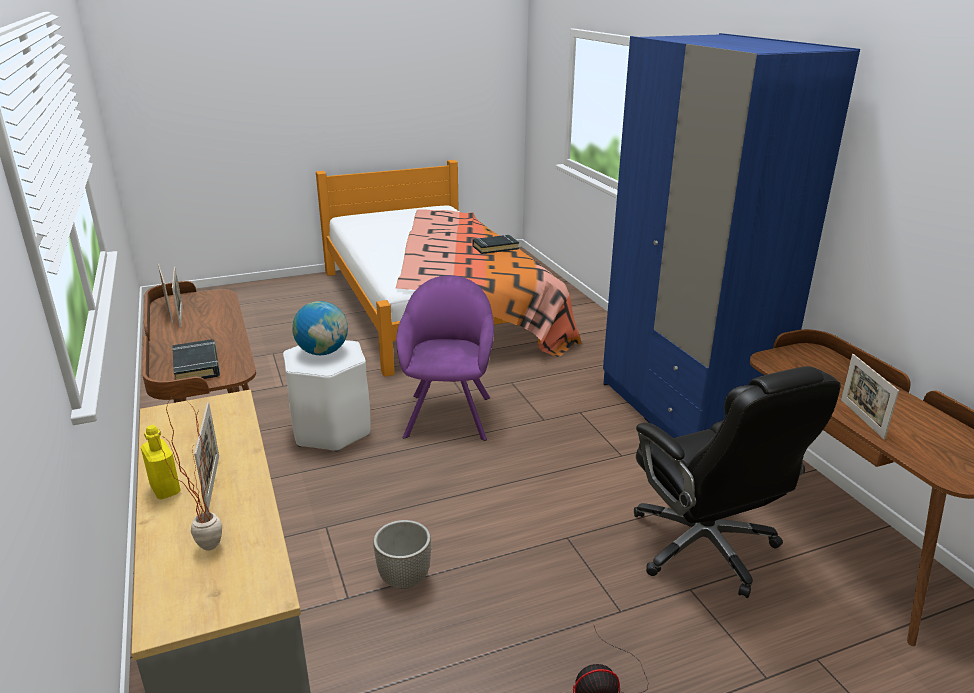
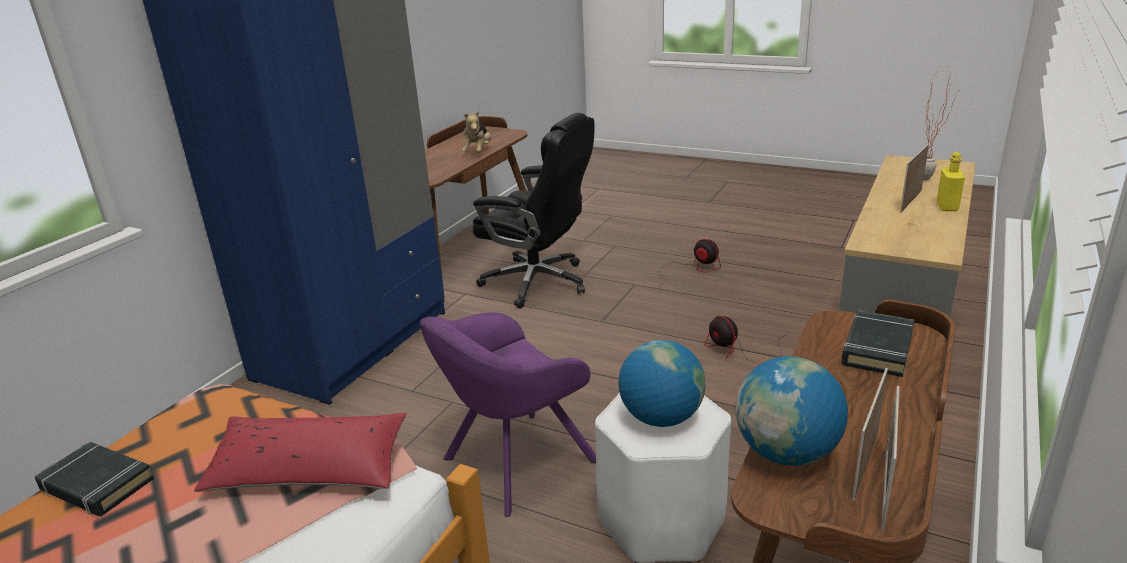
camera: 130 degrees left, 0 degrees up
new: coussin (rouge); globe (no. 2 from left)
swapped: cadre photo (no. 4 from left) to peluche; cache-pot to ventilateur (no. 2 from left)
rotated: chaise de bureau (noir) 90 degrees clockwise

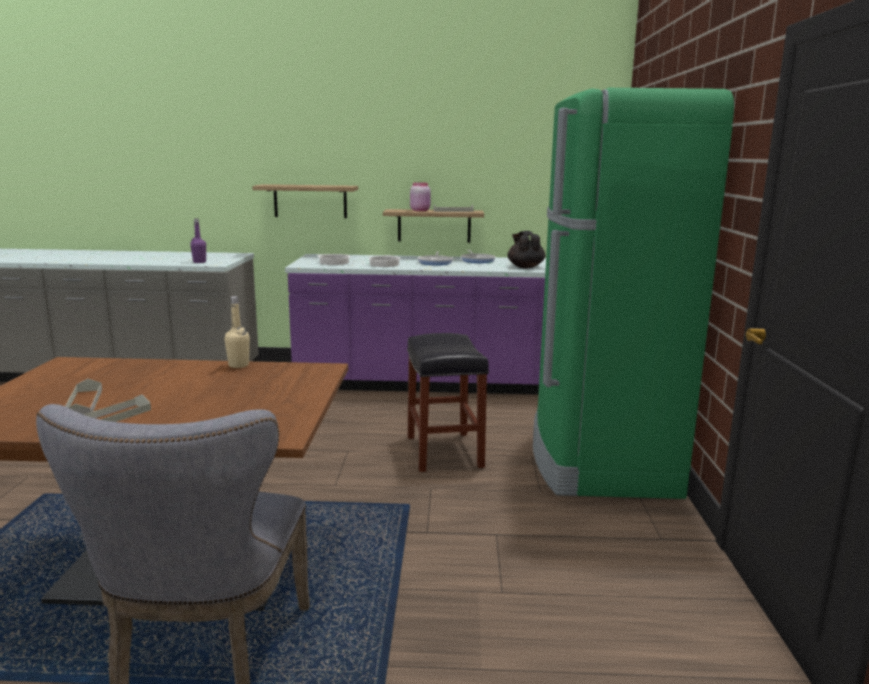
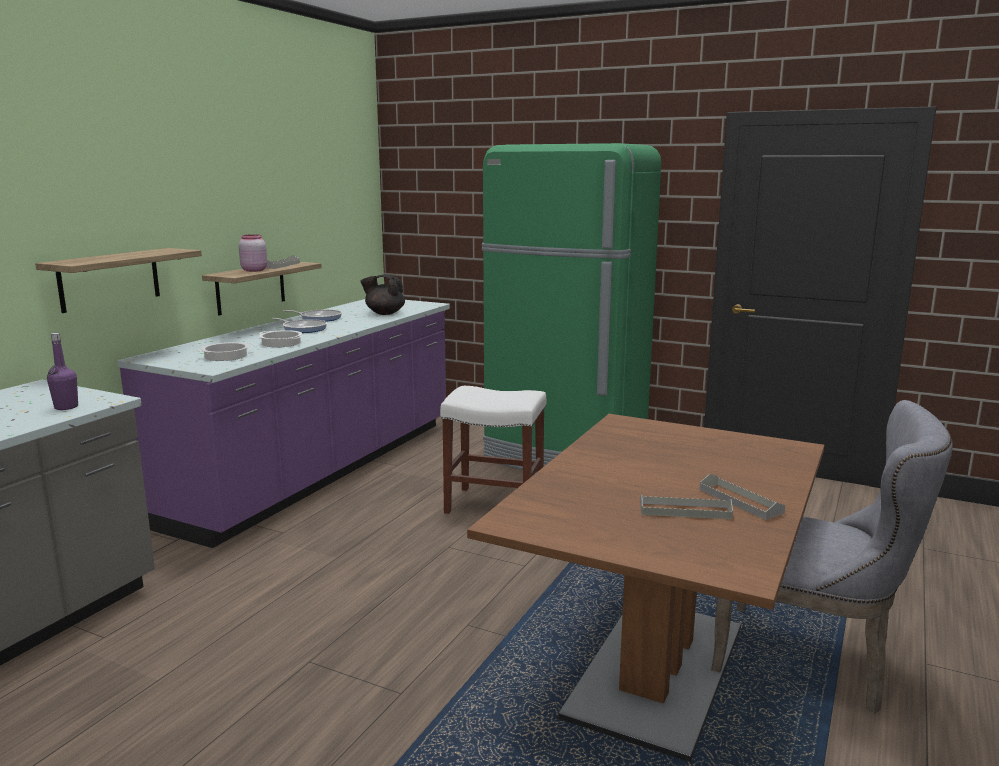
camera: 65 degrees left, 0 degrees up
gone: bouteille (beige)
repainted: tabouret (noir) to tabouret (blanc)

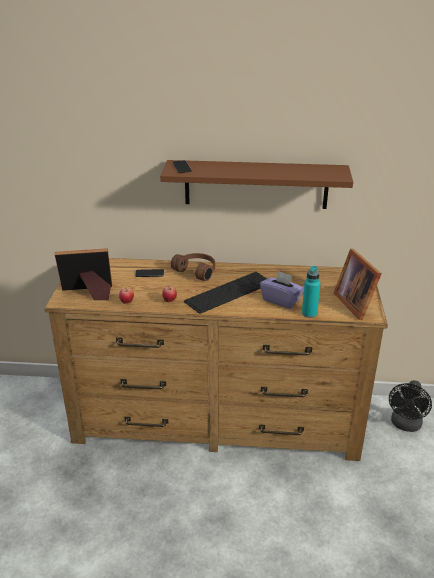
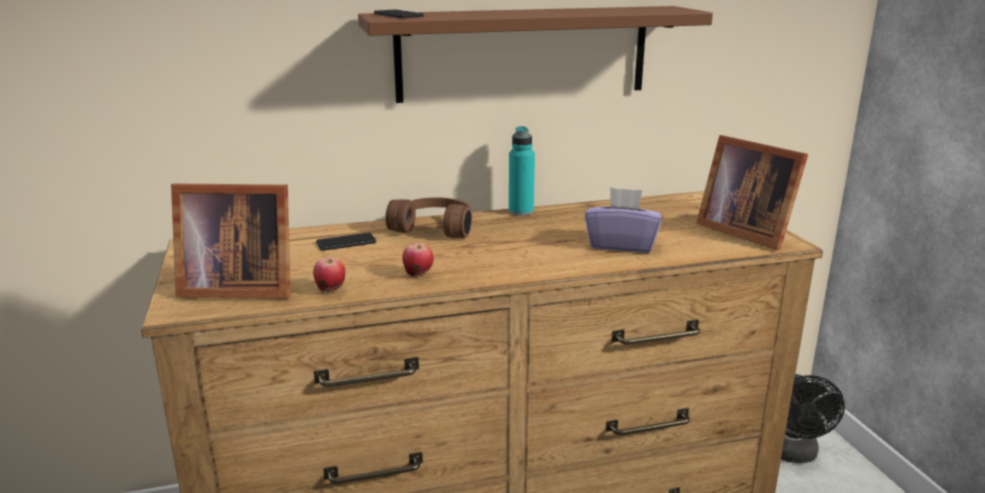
camera: 20 degrees left, 10 degrees down
gone: clavier
shifted: bouteille (turquoise)
rotated: cadre photo (no. 1 from left) 150 degrees counterclockwise

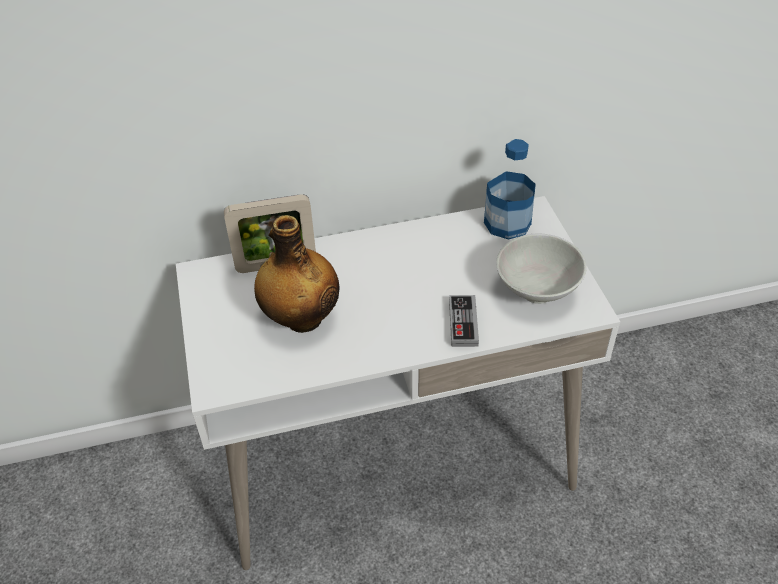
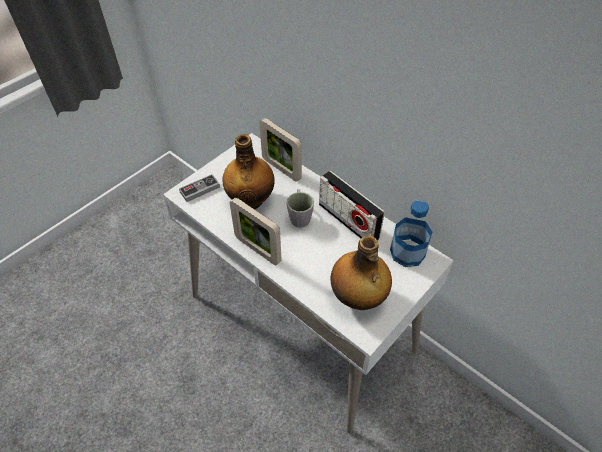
camera: 55 degrees right, 5 degrees up
new: cadre photo (no. 1 from left); mug (gris); radio
shifted: manette
swapped: bol (blanc) to bouteille (no. 2 from left)

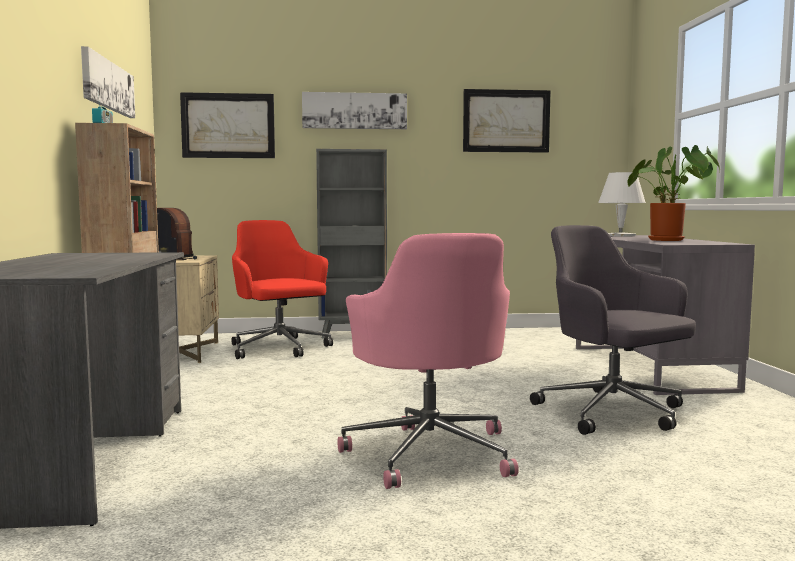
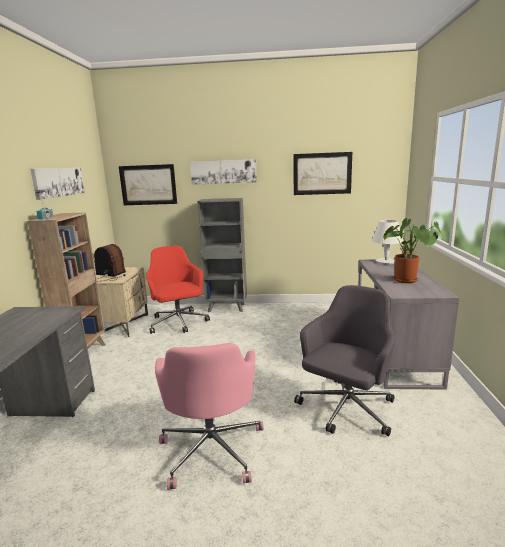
camera: 10 degrees right, 10 degrees up
rotated: chaise de bureau (gris) 60 degrees clockwise

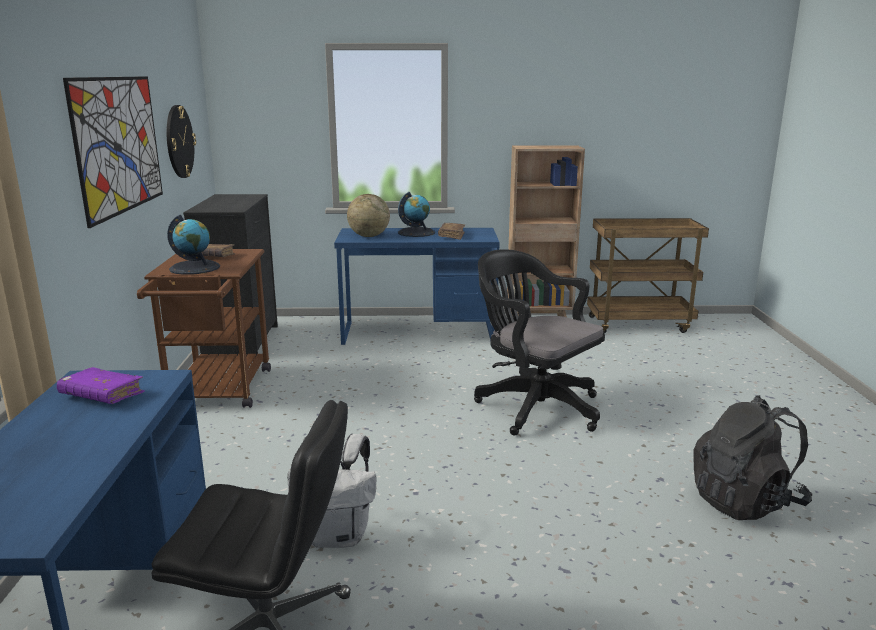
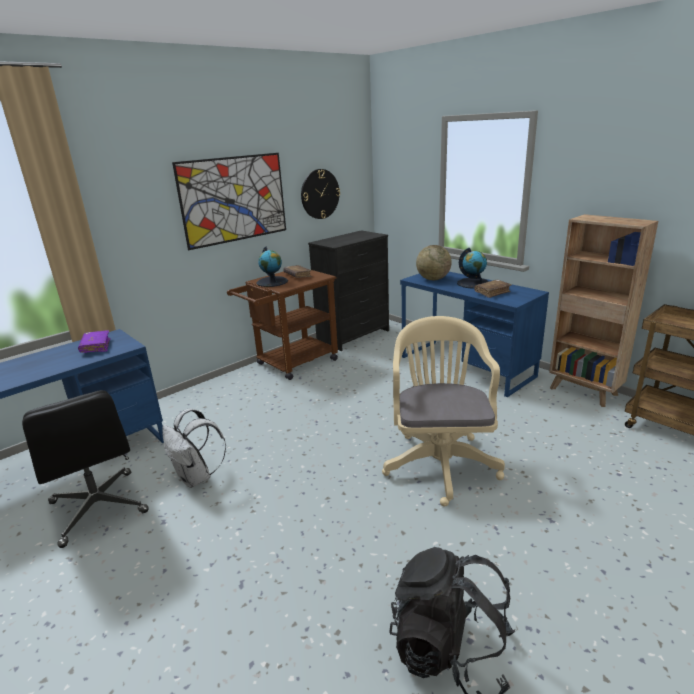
camera: 50 degrees right, 5 degrees up
repainted: chaise de bureau (noir) (no. 2 from left) to chaise de bureau (beige)

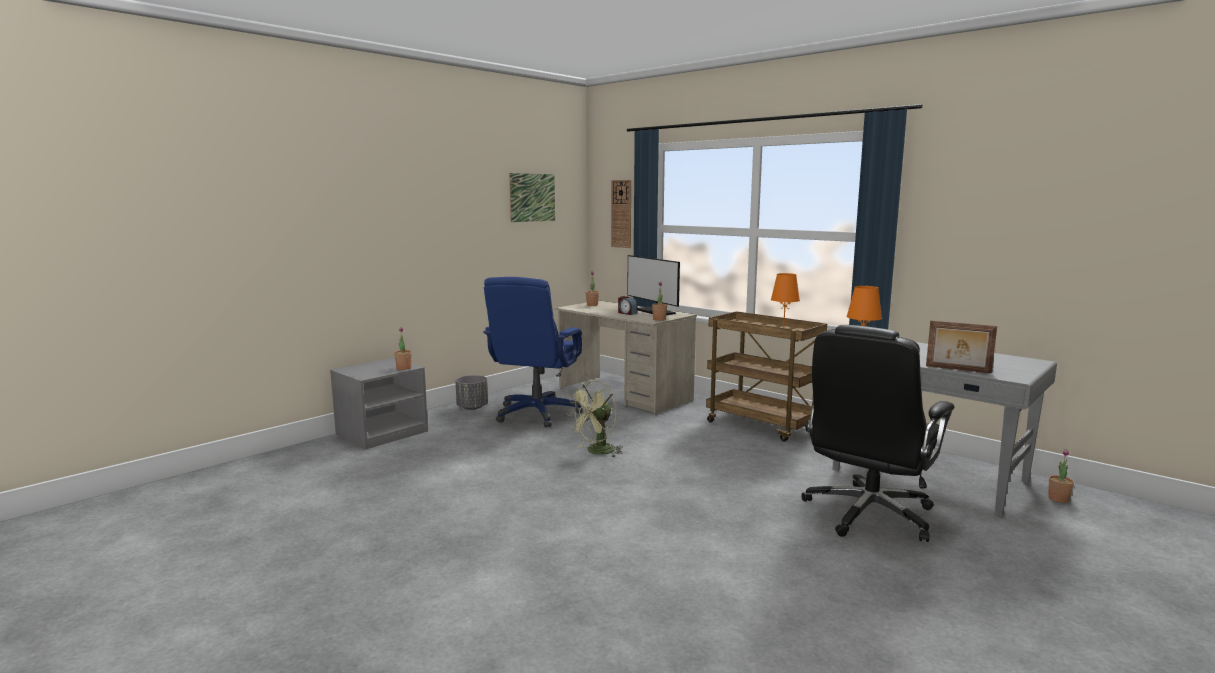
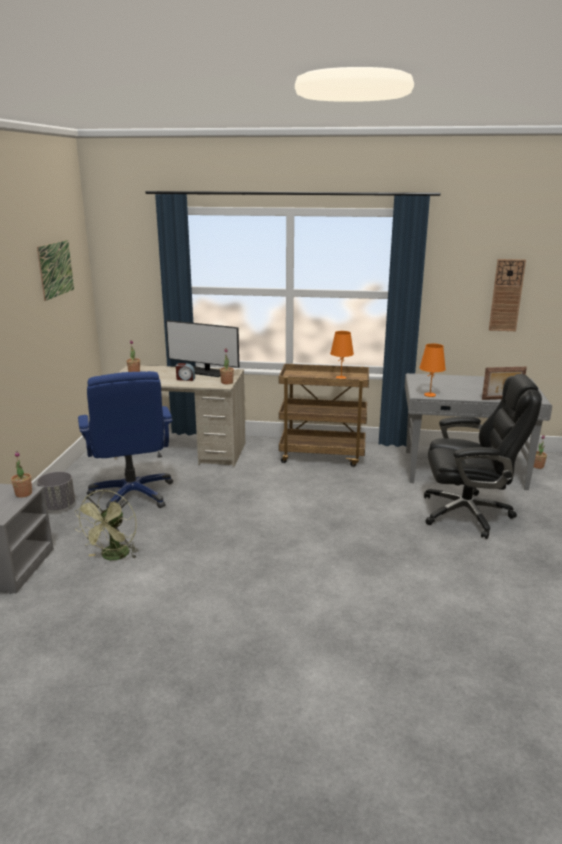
camera: 35 degrees left, 10 degrees up
shifted: ventilateur (vert); horloge murale
rotated: chaise de bureau (noir) 90 degrees counterclockwise

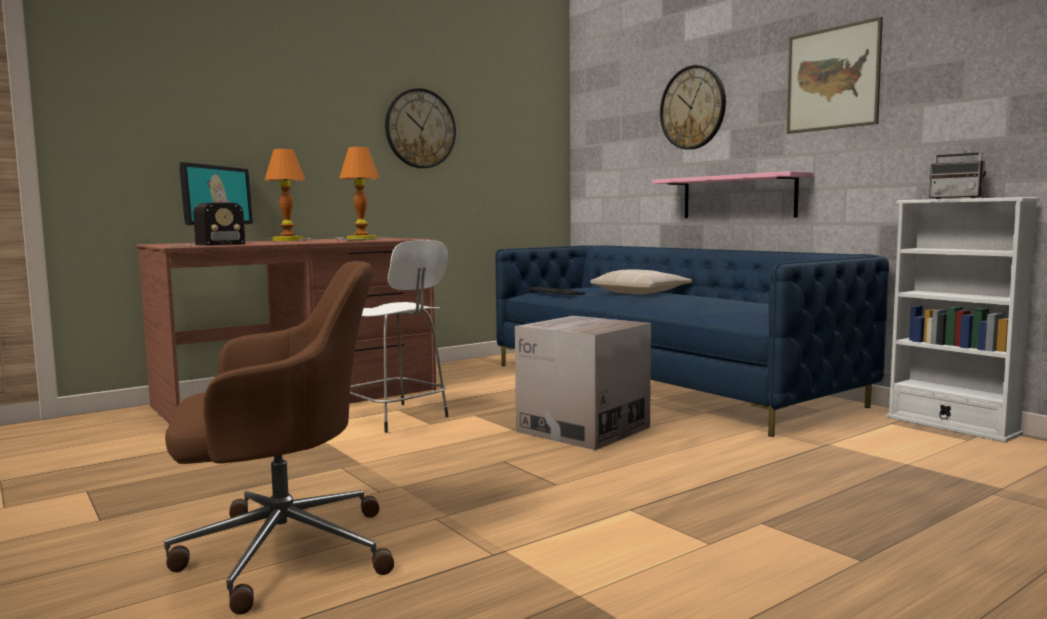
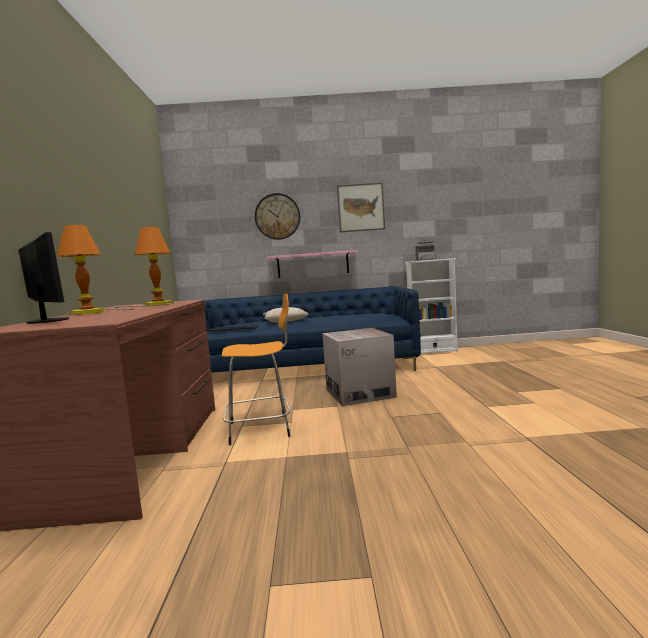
camera: 55 degrees left, 0 degrees up
gone: chaise de bureau (marron); radio (no. 1 from left); horloge murale (no. 1 from left)
repainted: tabouret (blanc) to tabouret (orange)

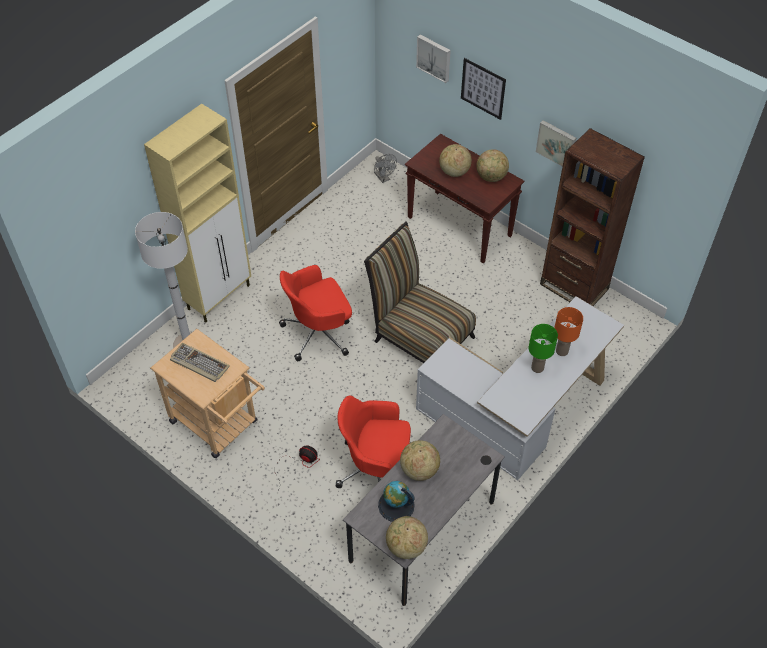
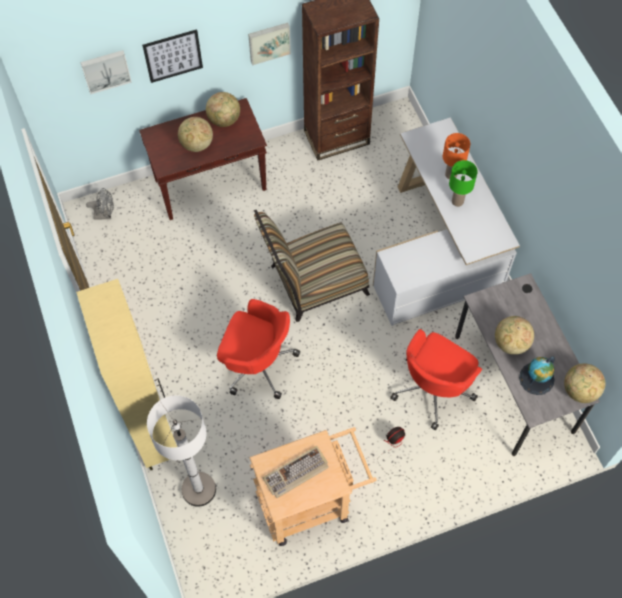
camera: 60 degrees left, 10 degrees up
rotated: chaise de bureau (rouge) (no. 1 from left) 75 degrees counterclockwise

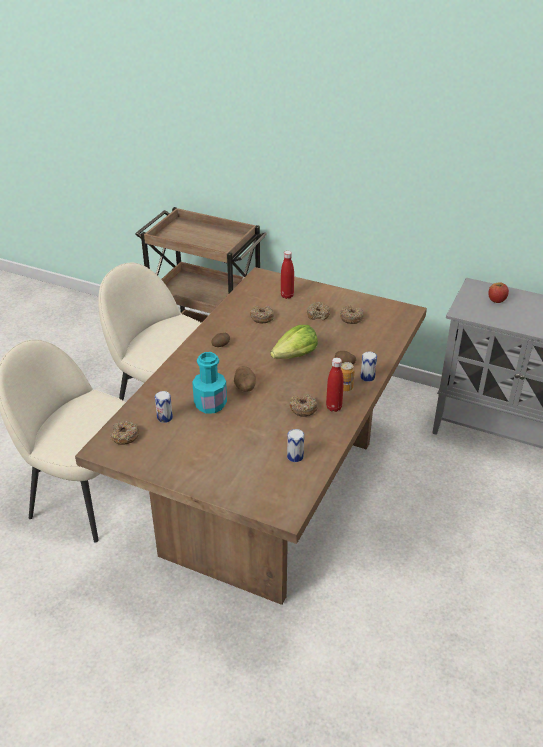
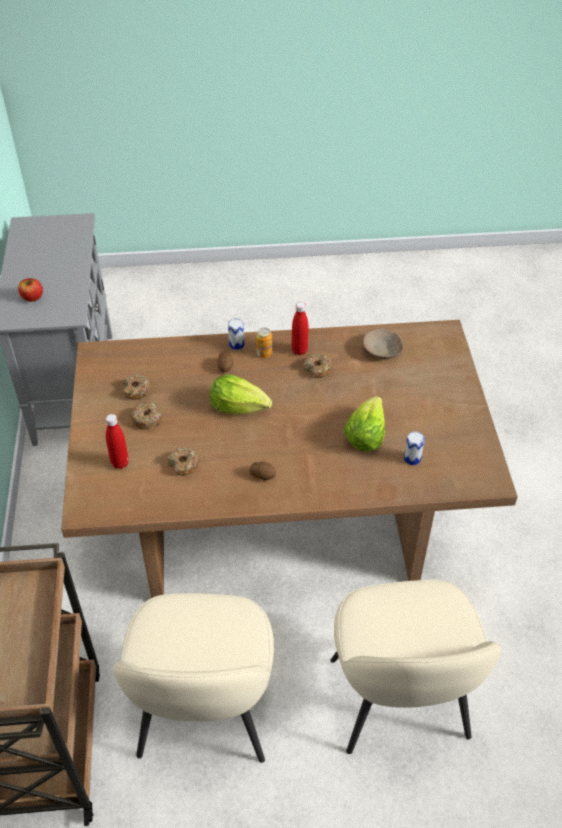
camera: 120 degrees left, 10 degrees up
gone: beignet (no. 1 from left); pomme de terre (no. 2 from left)
swapped: bouteille (turquoise) to laitue (no. 2 from left); boîte métallique (no. 2 from left) to bol (beige)

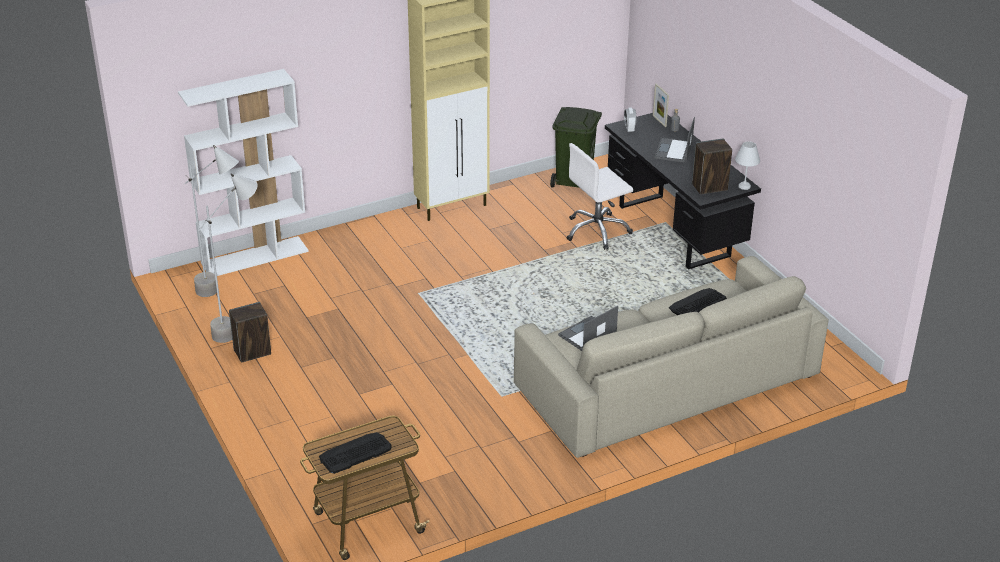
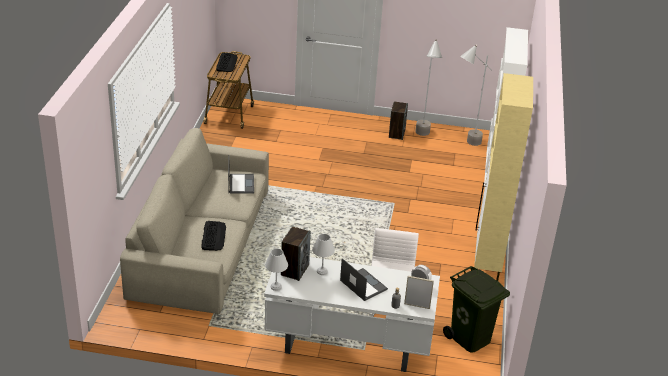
camera: 125 degrees right, 0 degrees up
new: lampe de table (blanc) (no. 2 from left)
repainted: bureau (noir) to bureau (blanc)

